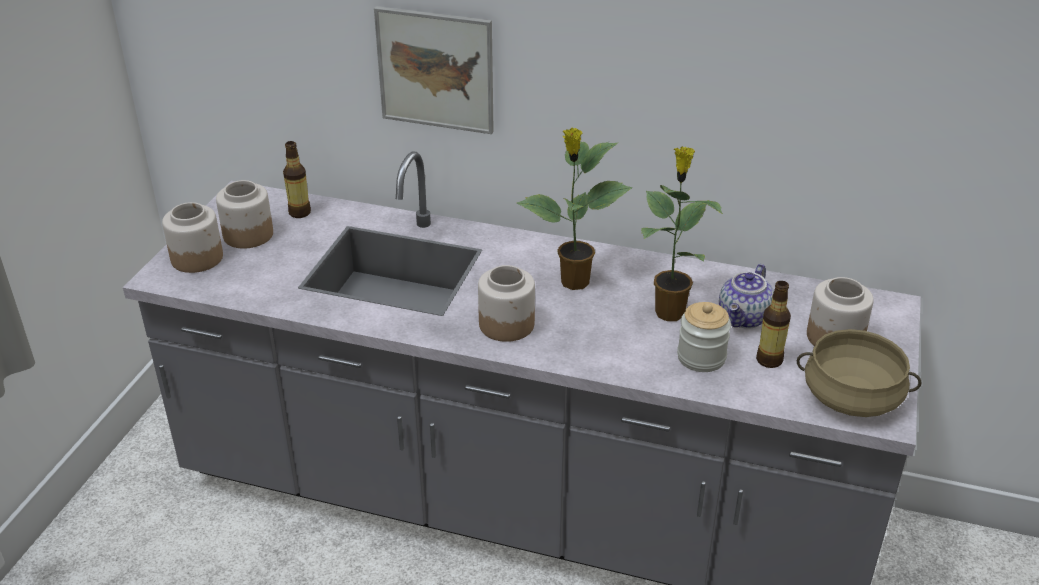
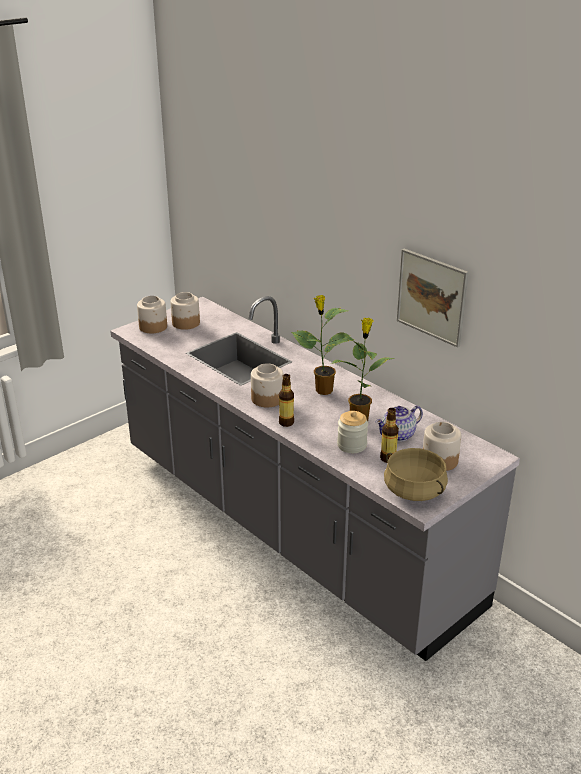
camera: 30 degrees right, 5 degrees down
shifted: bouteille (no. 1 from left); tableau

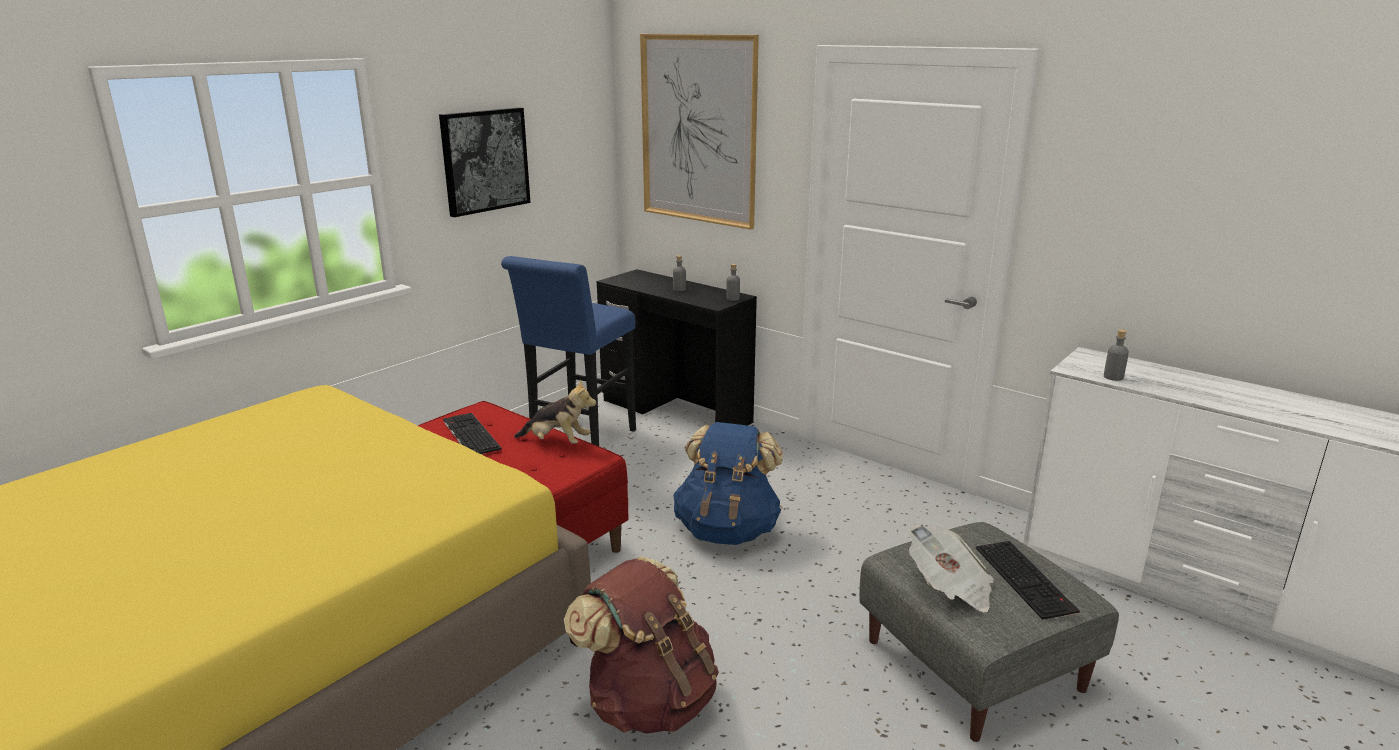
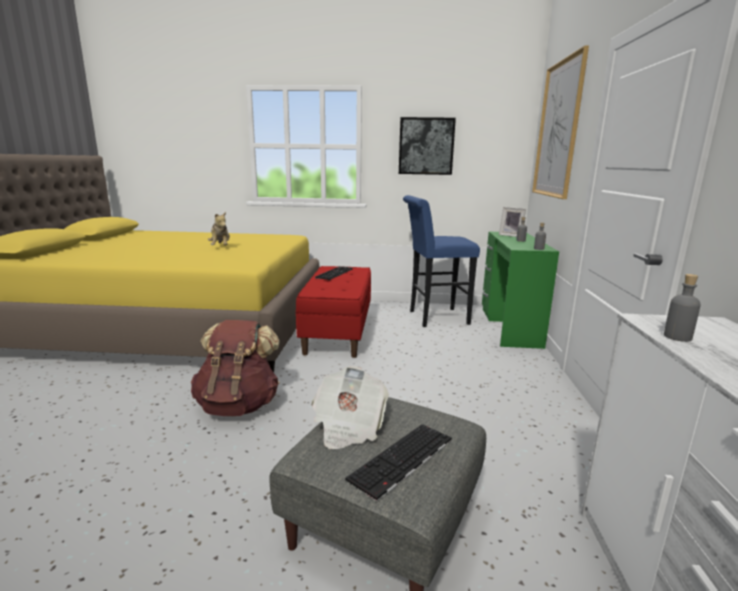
camera: 55 degrees right, 5 degrees down
gone: sac à dos (bleu)
new: cadre photo
shifted: peluche
repainted: bureau (noir) to bureau (vert)

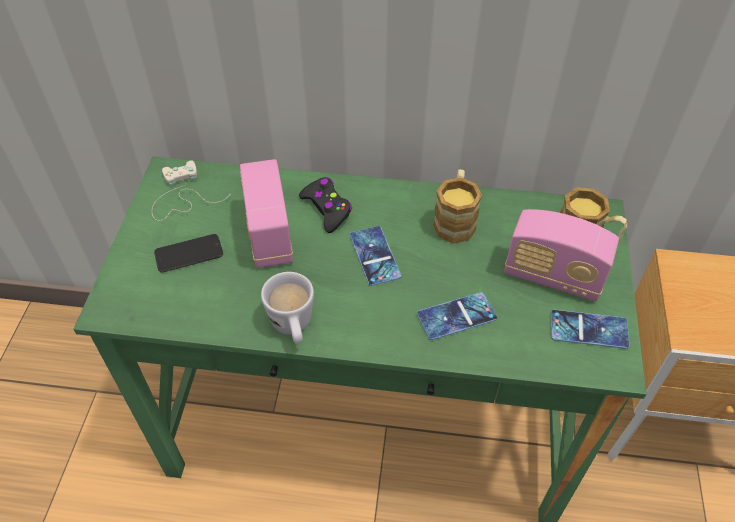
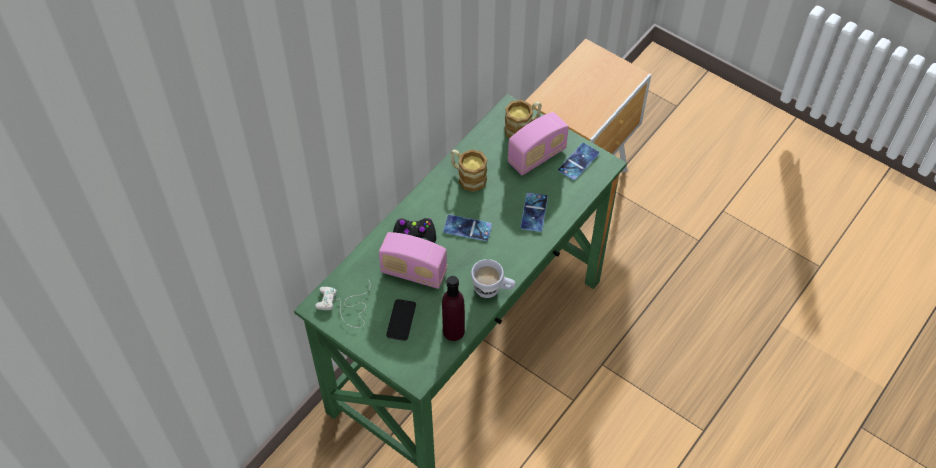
camera: 60 degrees left, 5 degrees up
new: bouteille (violet)

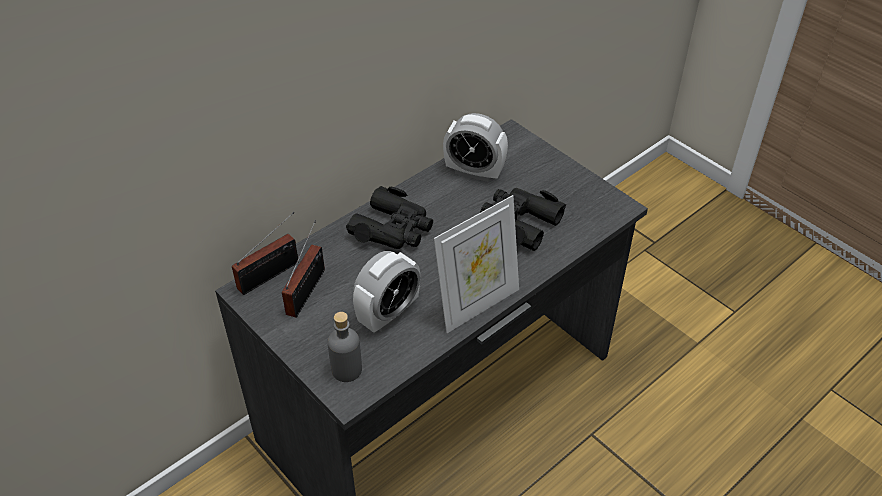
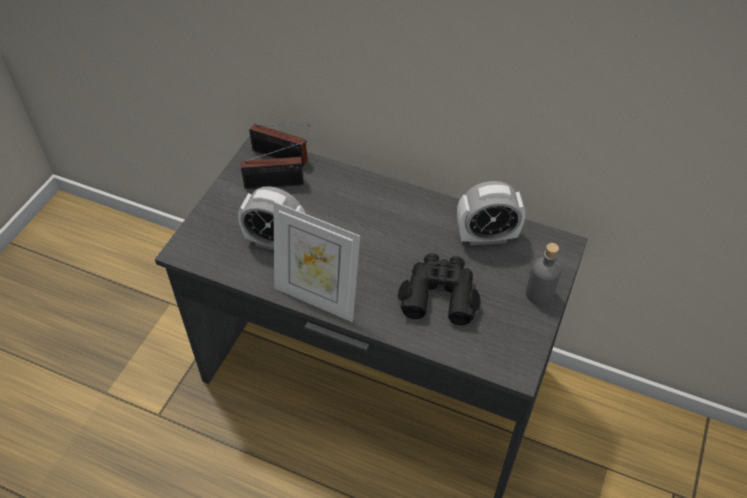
camera: 65 degrees right, 5 degrees up
gone: jumelles (noir) (no. 1 from left)
shifted: bouteille (gris)
rotated: réveil (no. 2 from left) 90 degrees counterclockwise

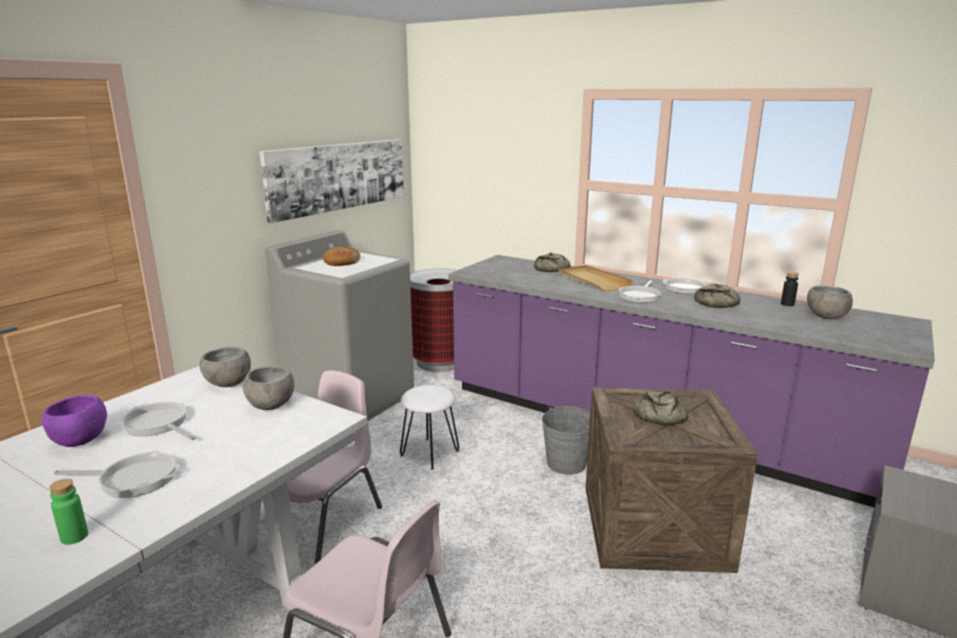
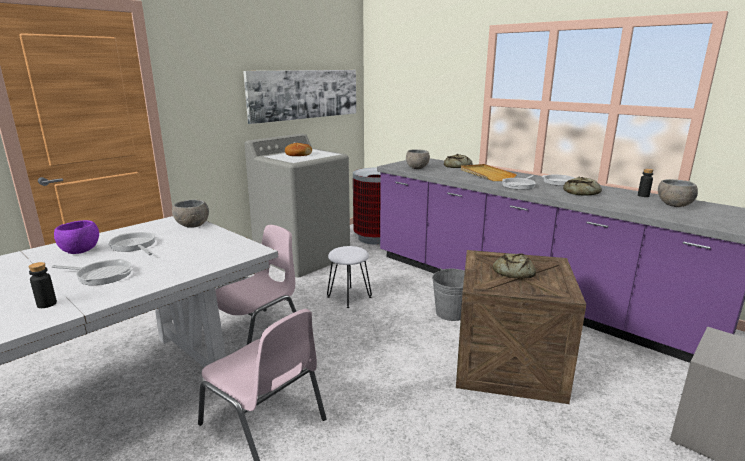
camera: 10 degrees right, 0 degrees up
shifted: bol (gris) (no. 2 from left)
repainted: bouteille (vert) to bouteille (noir) (no. 1 from left)

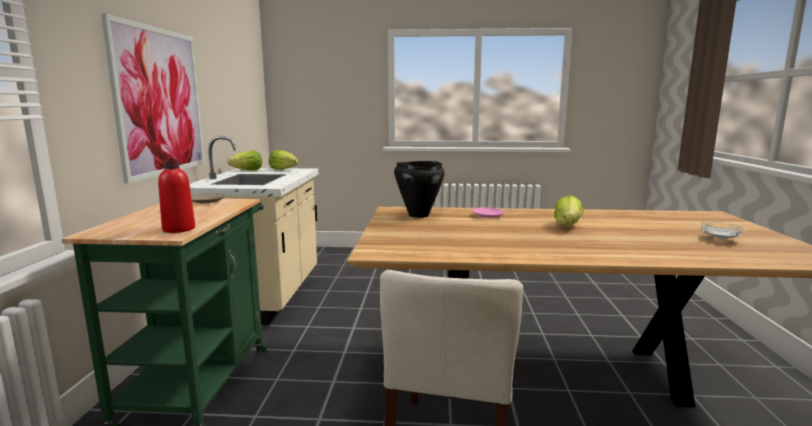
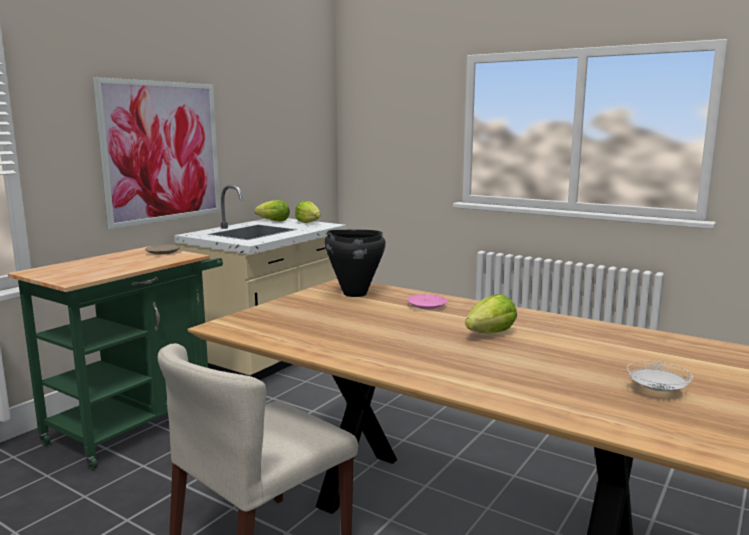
camera: 30 degrees right, 0 degrees up
gone: bouteille (rouge)

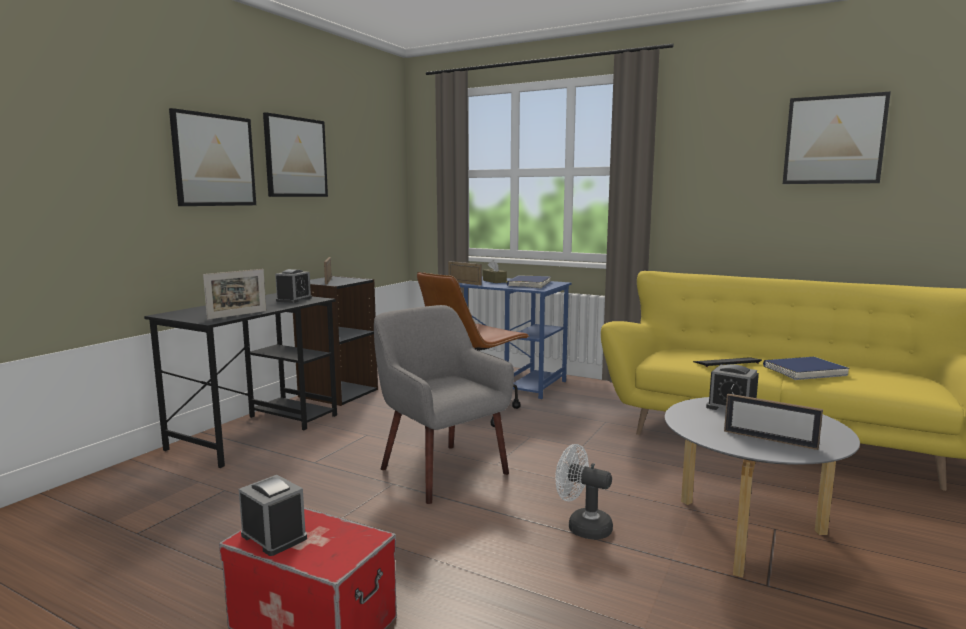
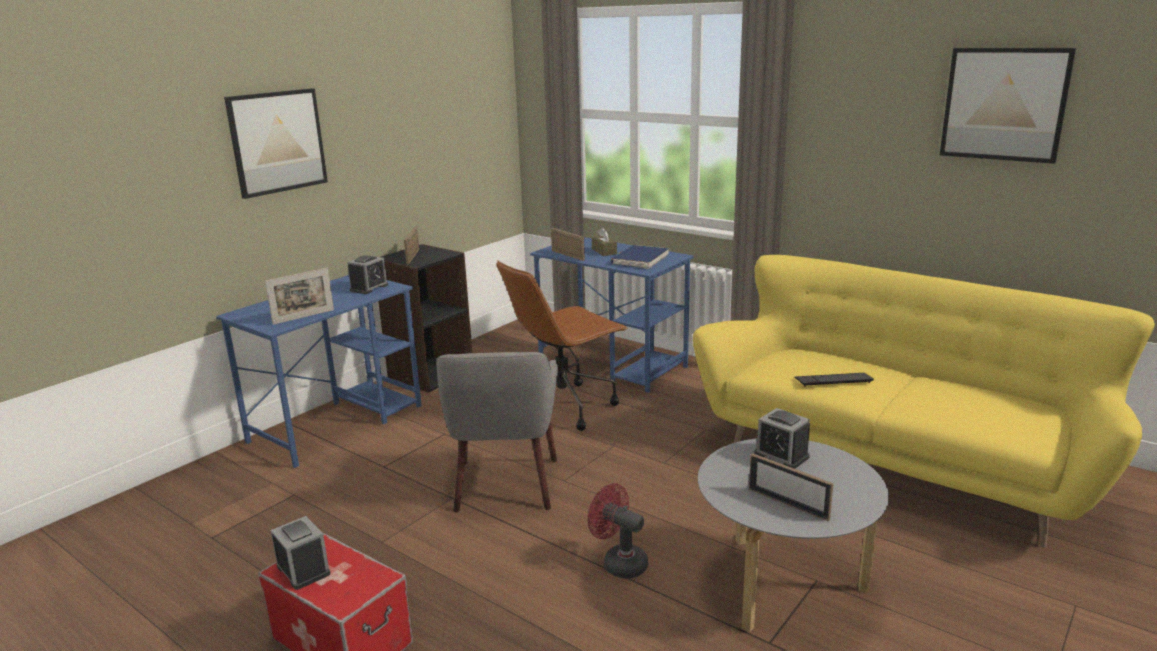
camera: 10 degrees right, 10 degrees up
gone: tableau (no. 2 from left); livre (bleu) (no. 2 from left)
repainted: bureau (noir) to bureau (bleu) (no. 1 from left); ventilateur (blanc) to ventilateur (rouge)
rotated: fauteuil (gris) 150 degrees counterclockwise

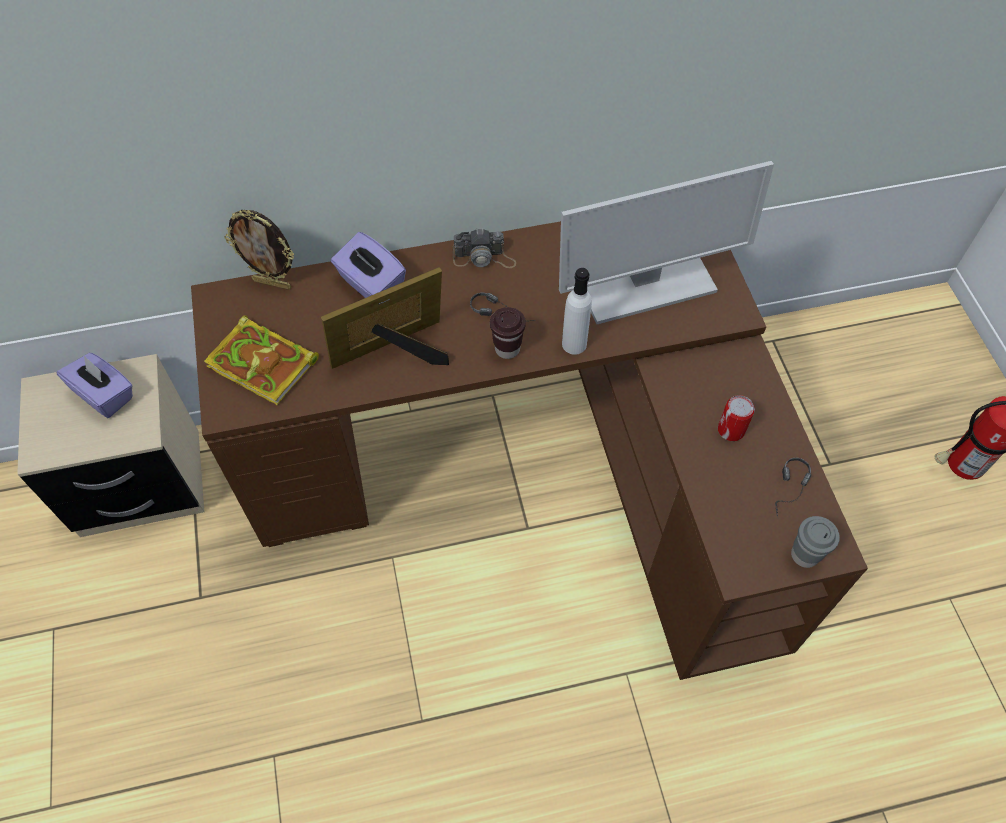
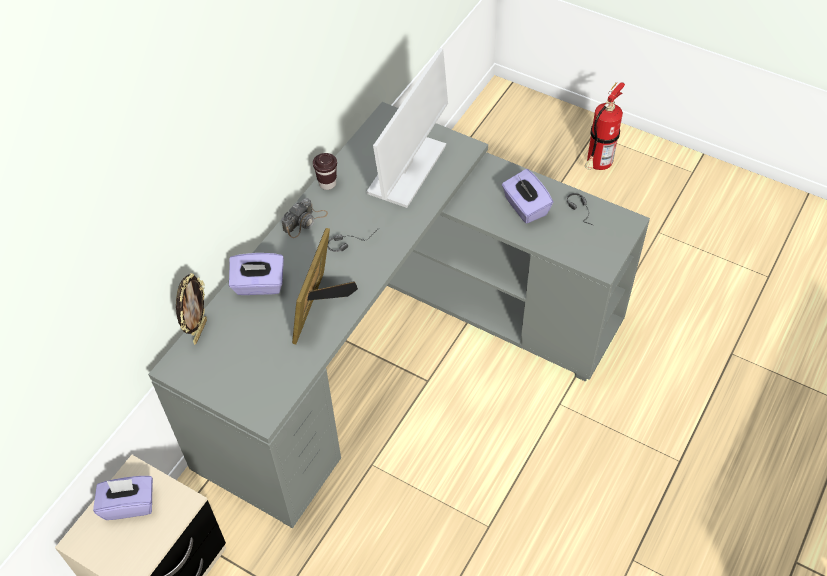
camera: 45 degrees left, 5 degrees down
gone: livre; bouteille (blanc); tasse (gris)
shifted: tasse (marron)
swapped: boîte métallique to boîte à mouchoirs (violet) (no. 3 from left)
repainted: bureau (marron) to bureau (gris)
rotated: cadre photo (no. 1 from left) 45 degrees counterclockwise

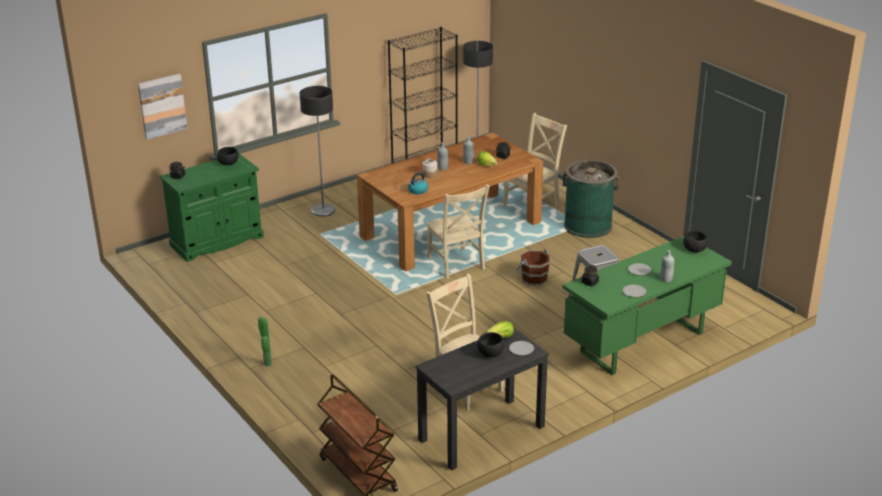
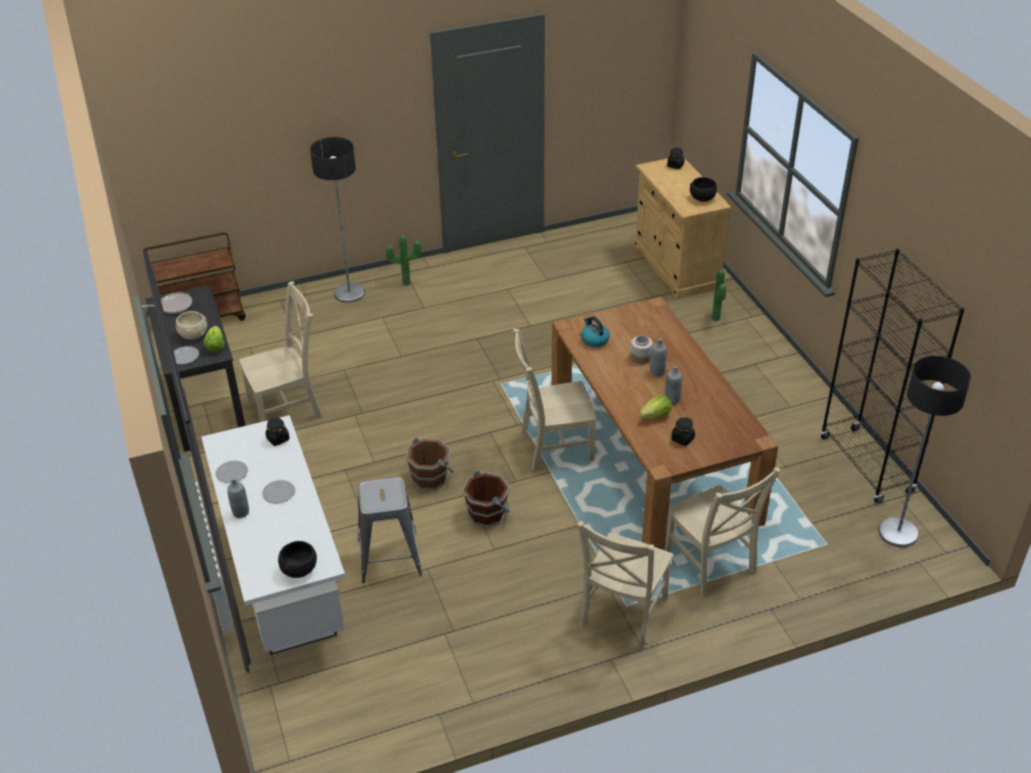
camera: 105 degrees right, 10 degrees up
gone: tableau
new: poêle; seau (marron) (no. 1 from left); plante en pot (no. 2 from left)
shifted: lampadaire (no. 1 from left)
swapped: poubelle (vert) to chaise (beige) (no. 3 from left)
repainted: bol (noir) (no. 2 from left) to bol (beige); bureau (vert) to bureau (blanc); meuble de rangement (vert) to meuble de rangement (beige)

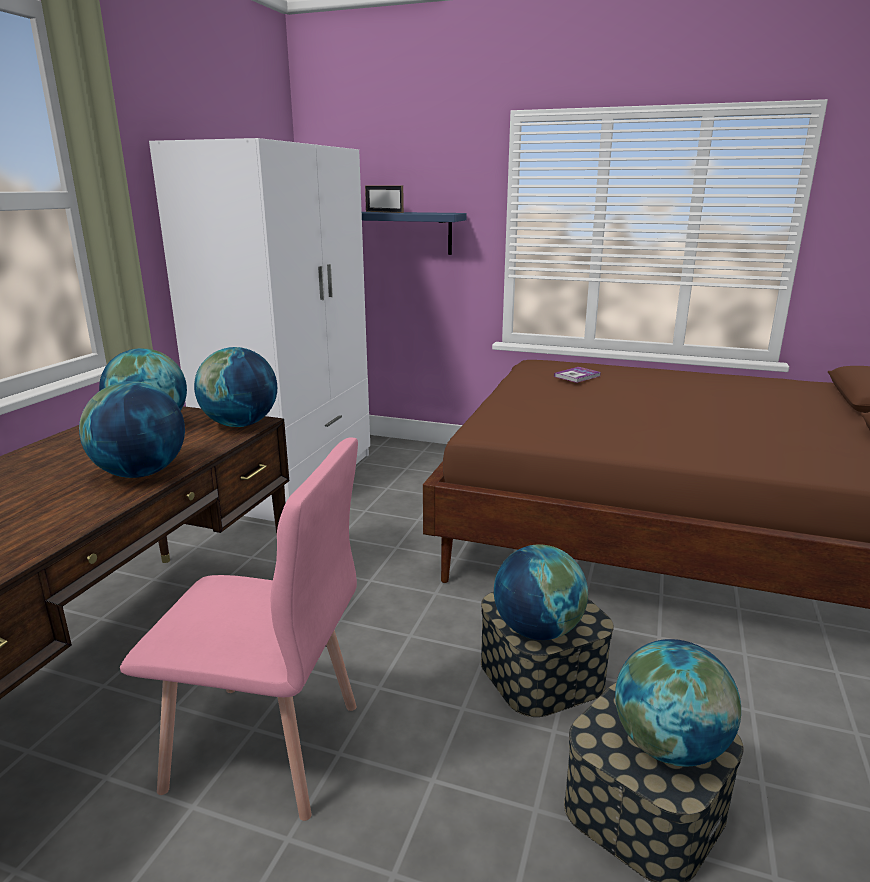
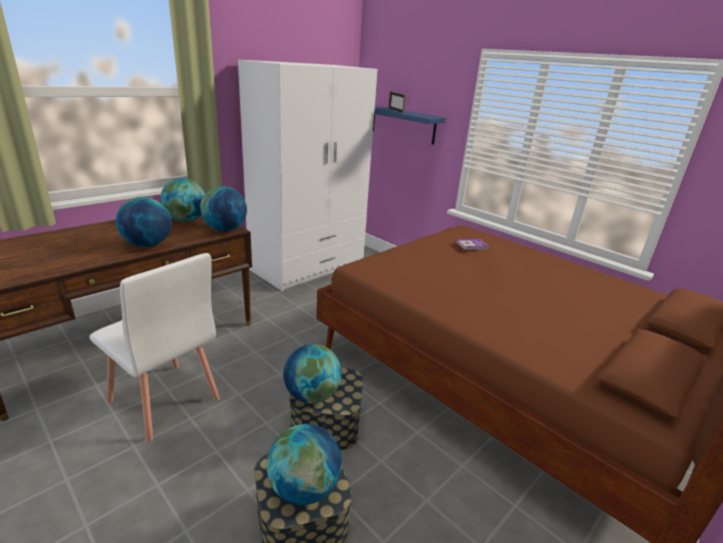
camera: 25 degrees right, 5 degrees up
repainted: chaise (rose) to chaise (blanc)

